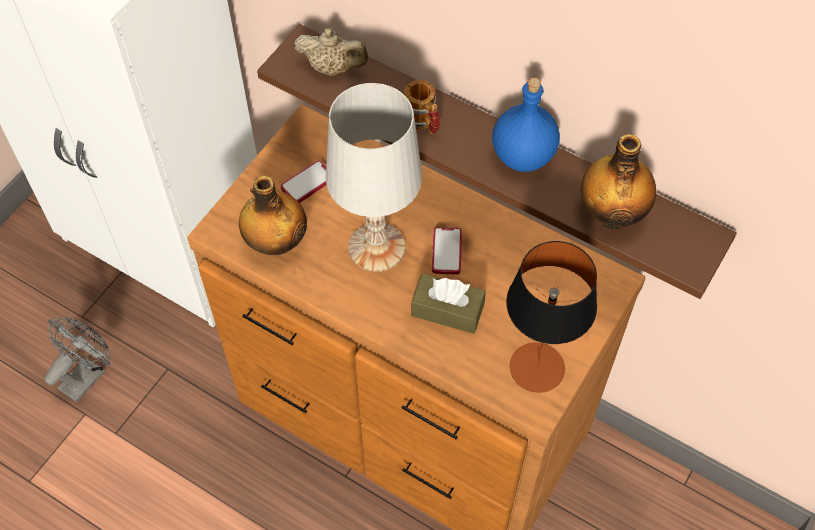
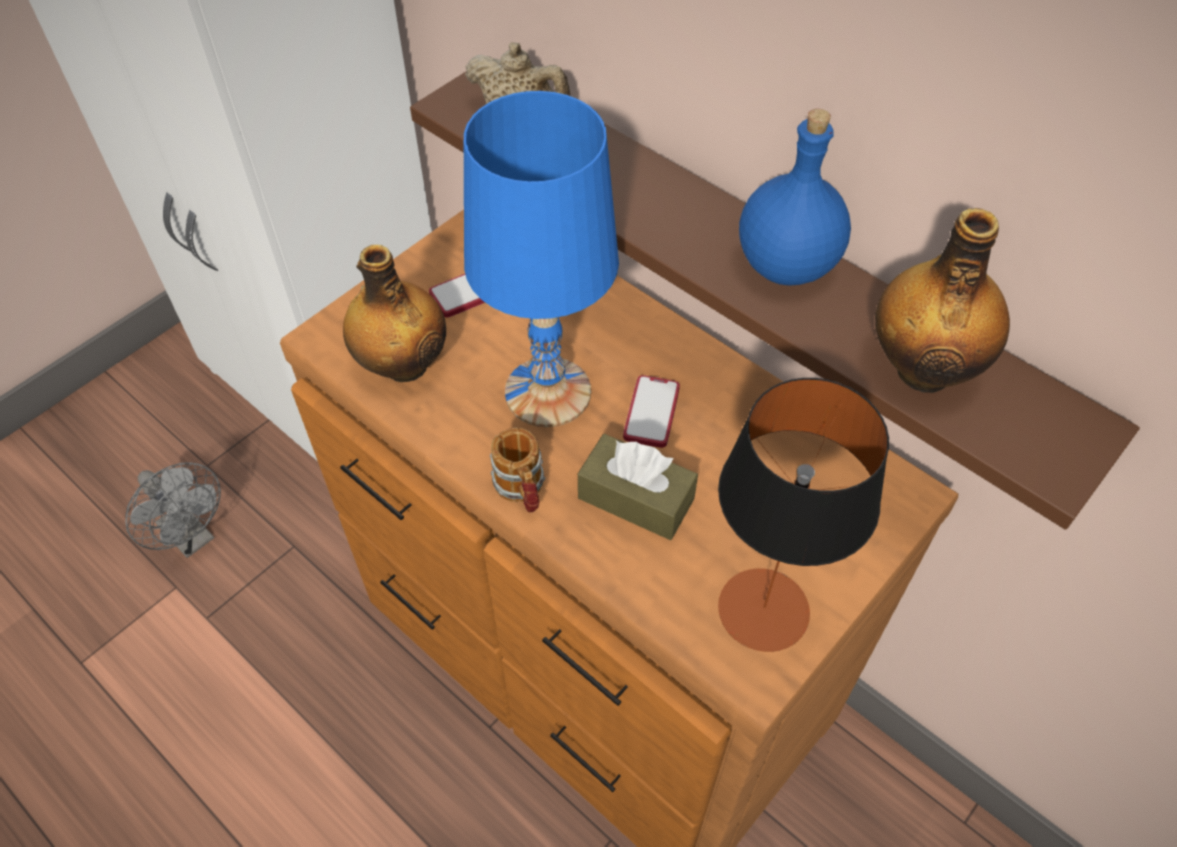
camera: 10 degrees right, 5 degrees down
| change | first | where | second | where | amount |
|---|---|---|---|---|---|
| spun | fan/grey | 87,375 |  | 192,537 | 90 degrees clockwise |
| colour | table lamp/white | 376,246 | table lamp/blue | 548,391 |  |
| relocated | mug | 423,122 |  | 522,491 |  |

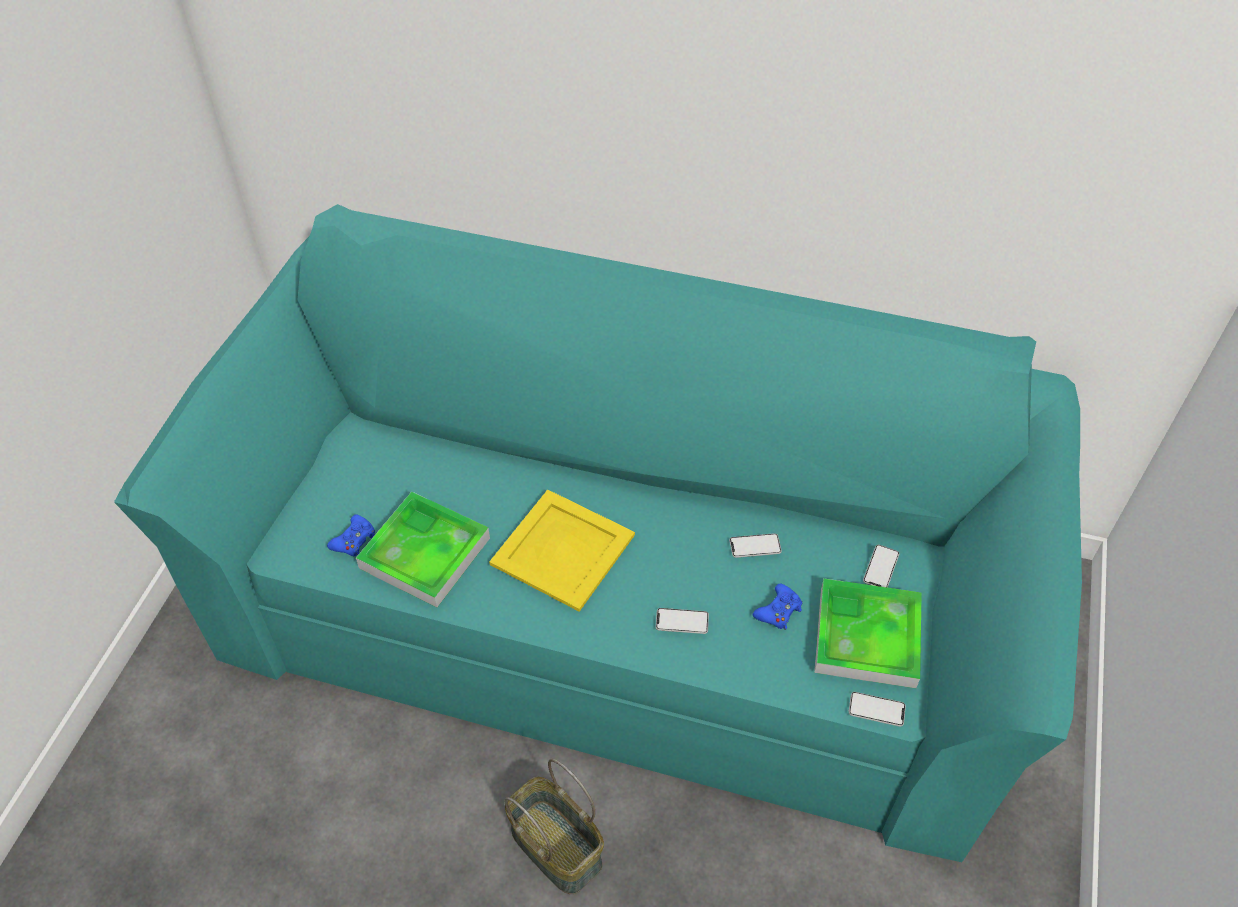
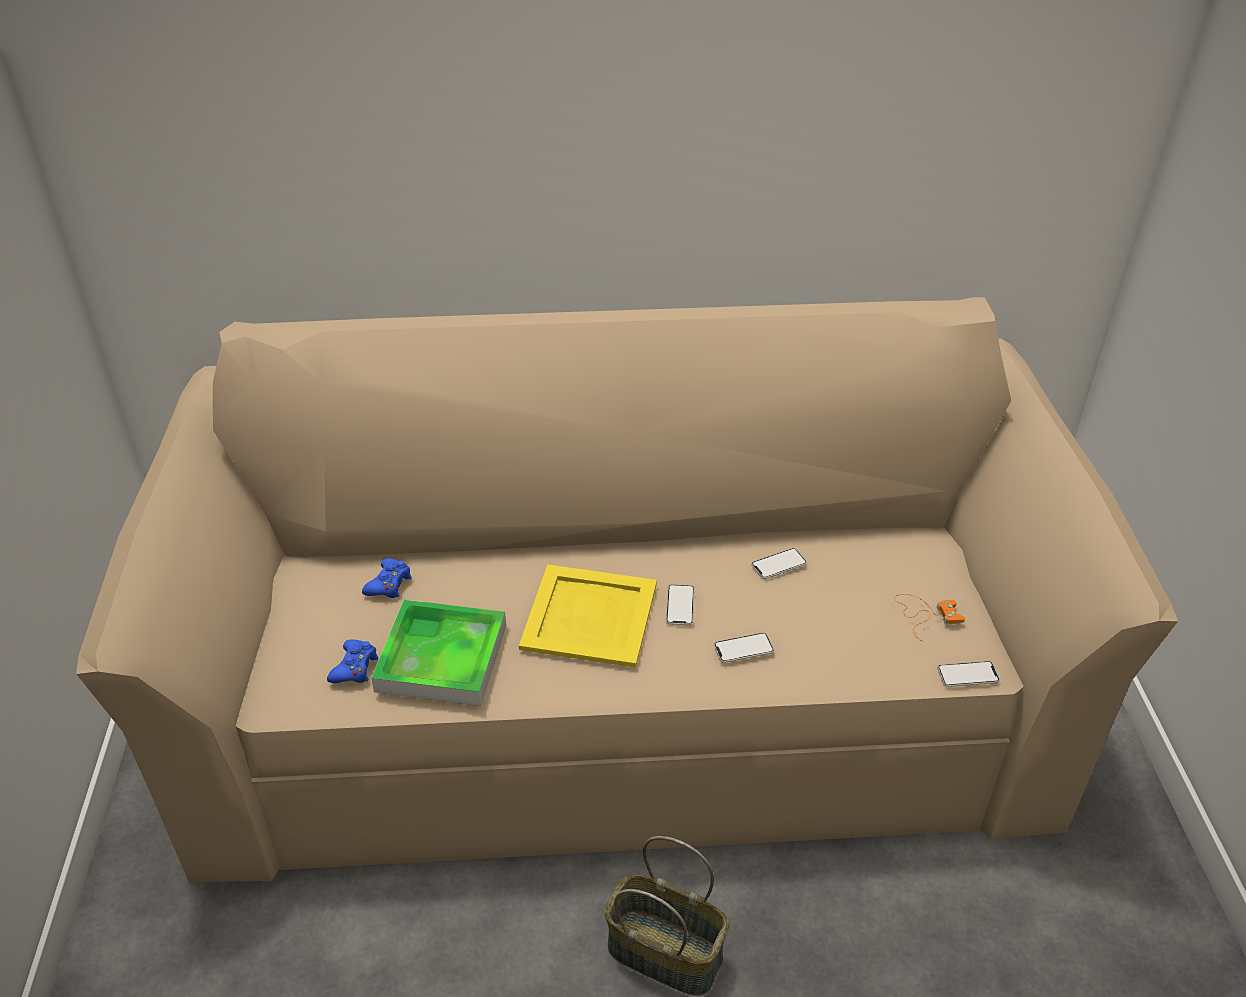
camera: 20 degrees left, 10 degrees down
| change | first | where | second | where | amount |
|---|---|---|---|---|---|
| colour | sofa/turquoise | 620,600 | sofa/beige | 621,692 |  |
| relocated | game controller/blue | 778,611 |  | 389,584 |  |
| exchanged | tray | 867,637 | game controller/orange | 925,614 |  |
| relocated | phone | 881,567 |  | 680,605 |  |

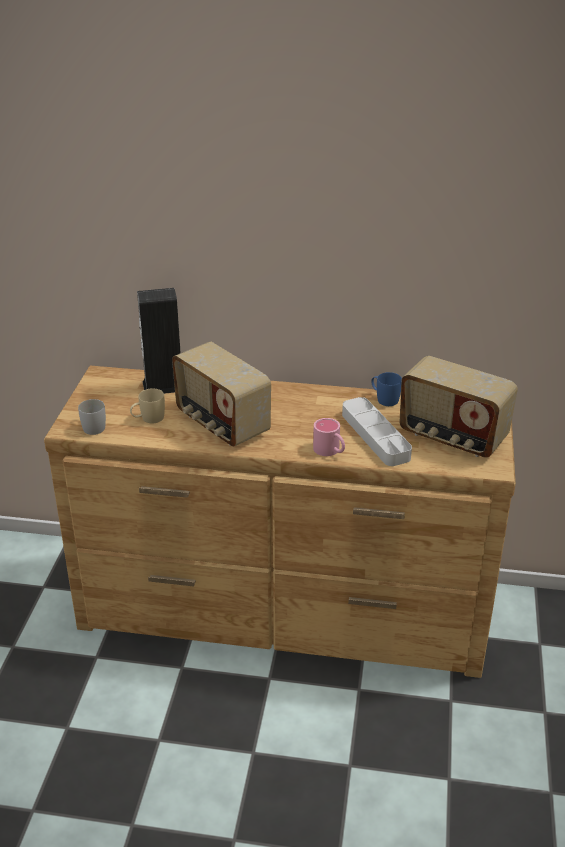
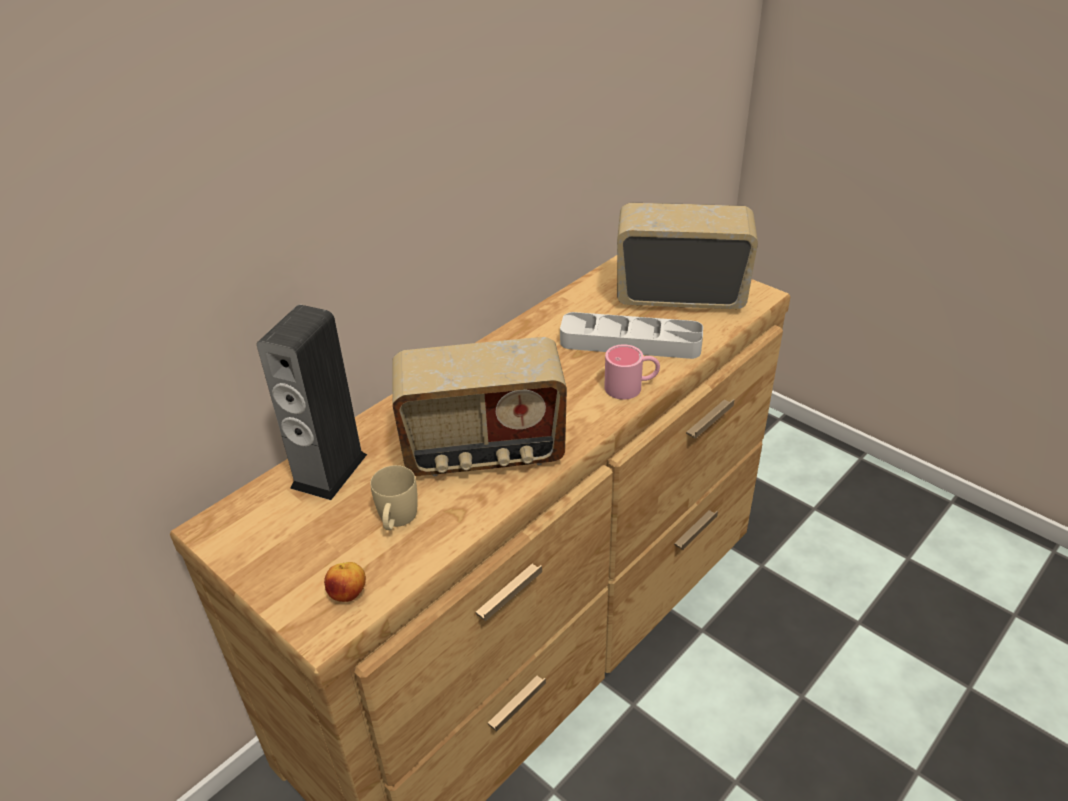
camera: 55 degrees left, 5 degrees up
| change | first | where | second | where | amount |
|---|---|---|---|---|---|
| exchanged | mug/white | 91,426 | apple | 348,594 |  |
| missing | mug/blue | 384,399 |  |  |  |
| spun | radio | 452,437 |  | 680,295 | 150 degrees counterclockwise |

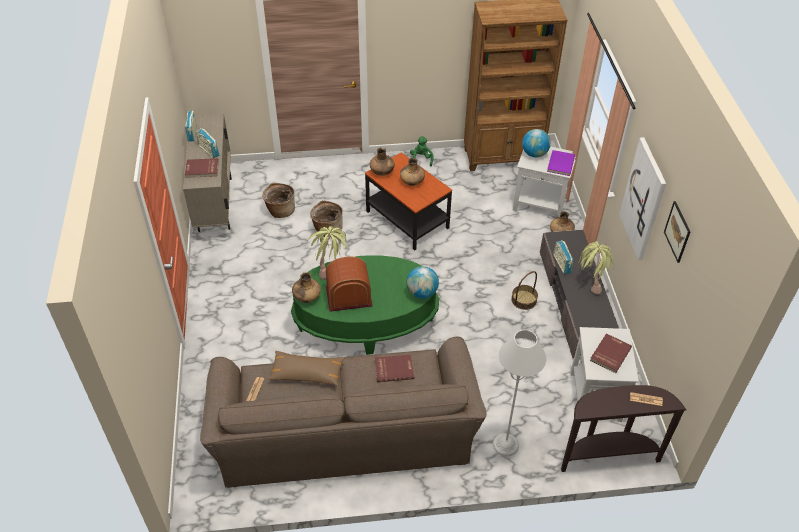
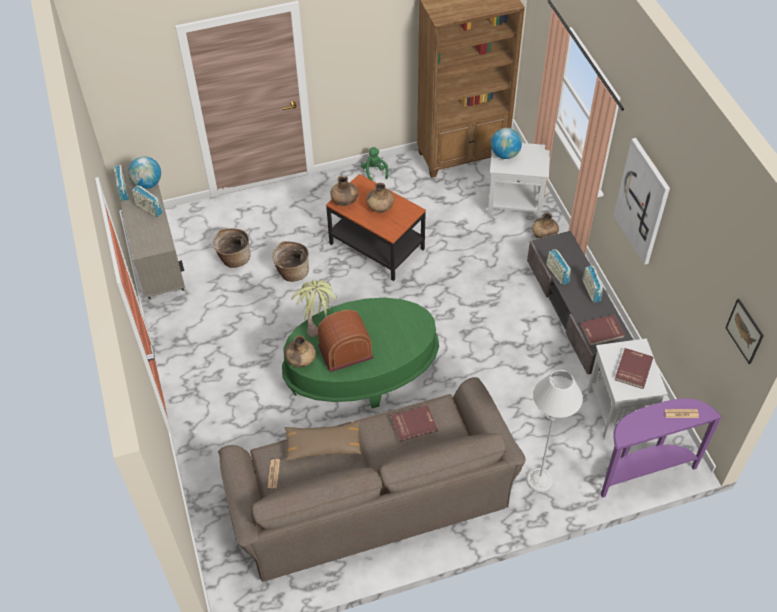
camera: 10 degrees left, 5 degrees up
| change | first | where | second | where | amount |
|---|---|---|---|---|---|
| relocated | book/red | 202,169 |  | 602,331 |  |
| relocated | globe | 422,293 |  | 147,184 |  |
| missing | basket | 524,300 |  |  |  |
| missing | book/purple | 560,164 |  |  |  |
| colour | console table/brown | 607,455 | console table/purple | 643,471 |  |
| exchanged | potted plant | 590,283 | radio | 591,290 |  |
| relocated | picture | 677,231 |  | 745,331 |  |

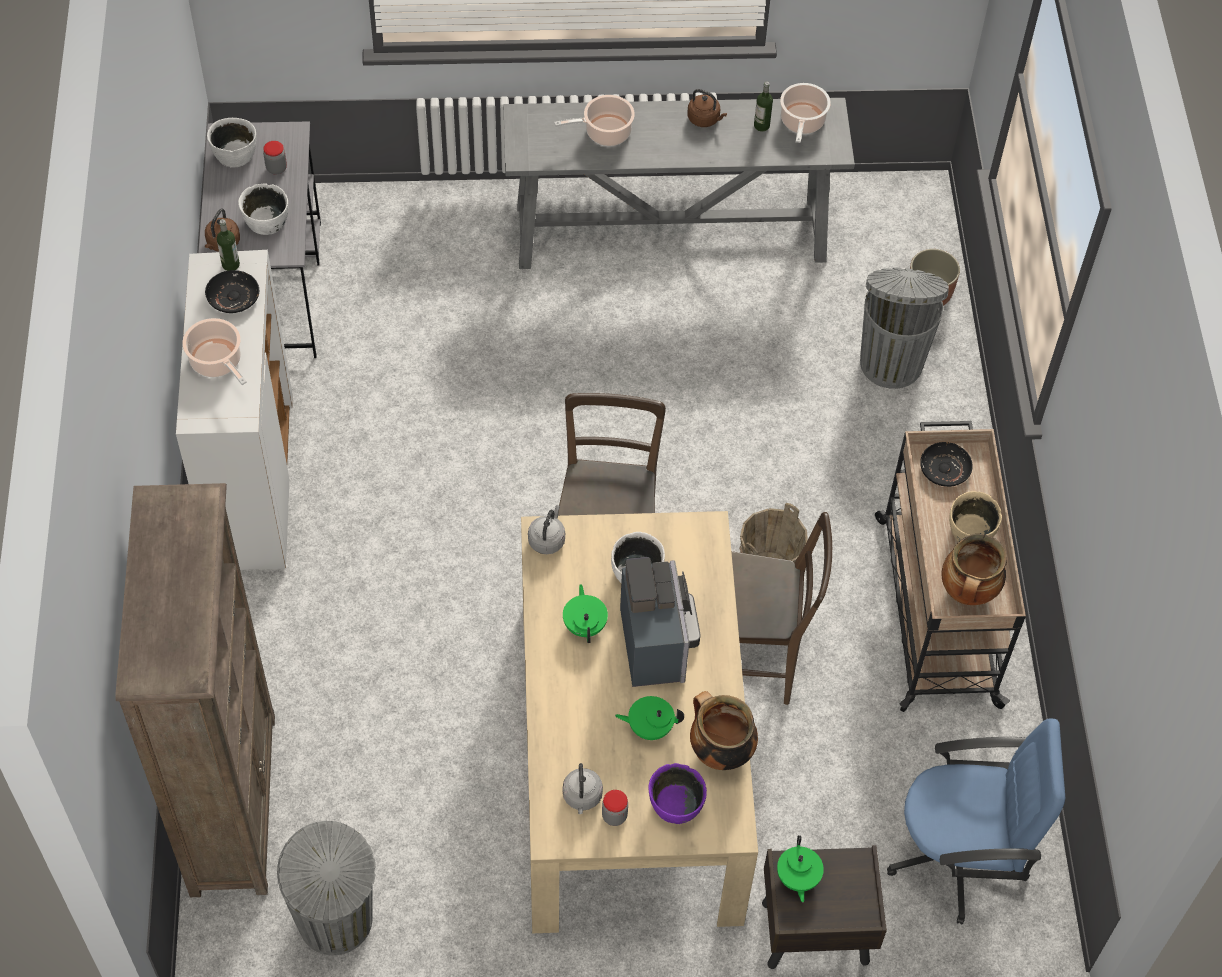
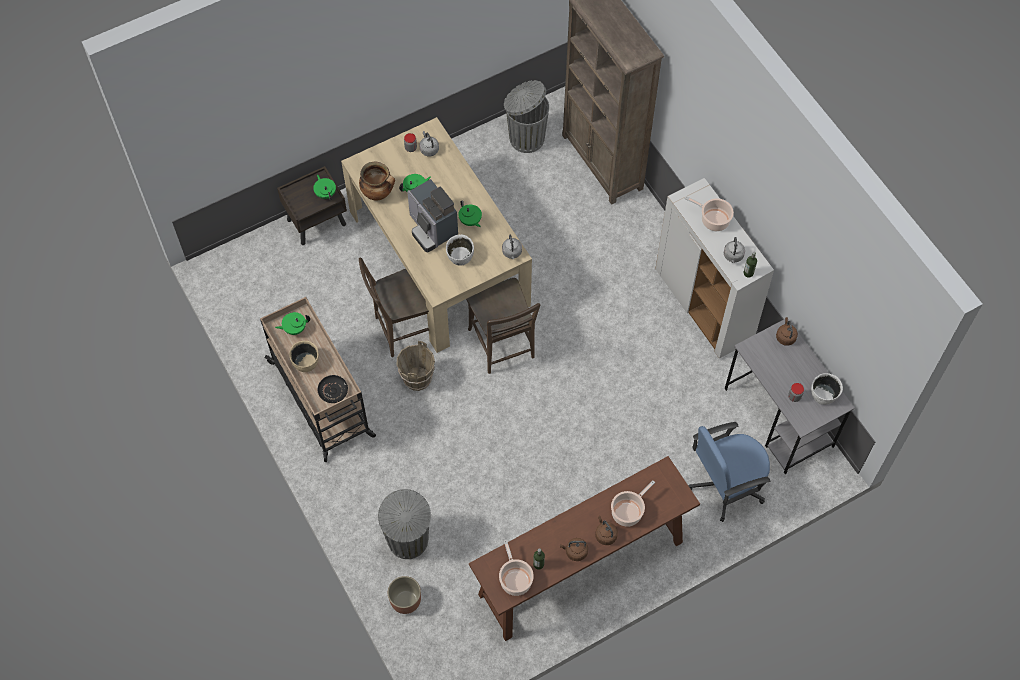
camera: 155 degrees right, 5 degrees up
| change | first | where | second | where | amount |
|---|---|---|---|---|---|
| exchanged | plate/black | 233,297 | kettle/grey | 733,256 |  |
| missing | bowl/white | 266,222 |  |  |  |
| colour | console table/grey | 672,233 | console table/brown | 580,569 |  |
| missing | bowl/purple | 676,805 |  |  |  |
| relocated | office chair/blue | 959,856 |  | 725,485 |  |
| exchanged | cooking pot | 968,593 | teapot/green | 294,328 |  |
| appeared |  |  | kettle/brown | 605,535 |  |

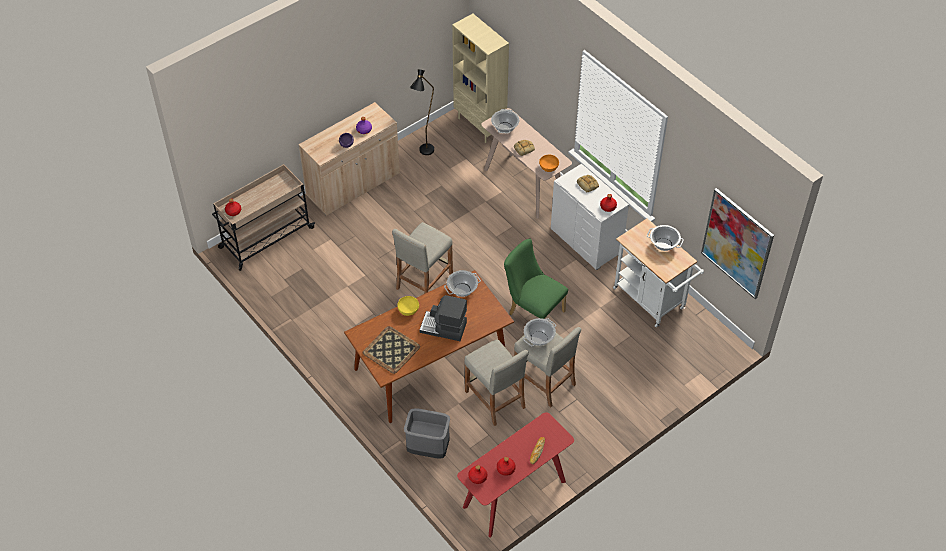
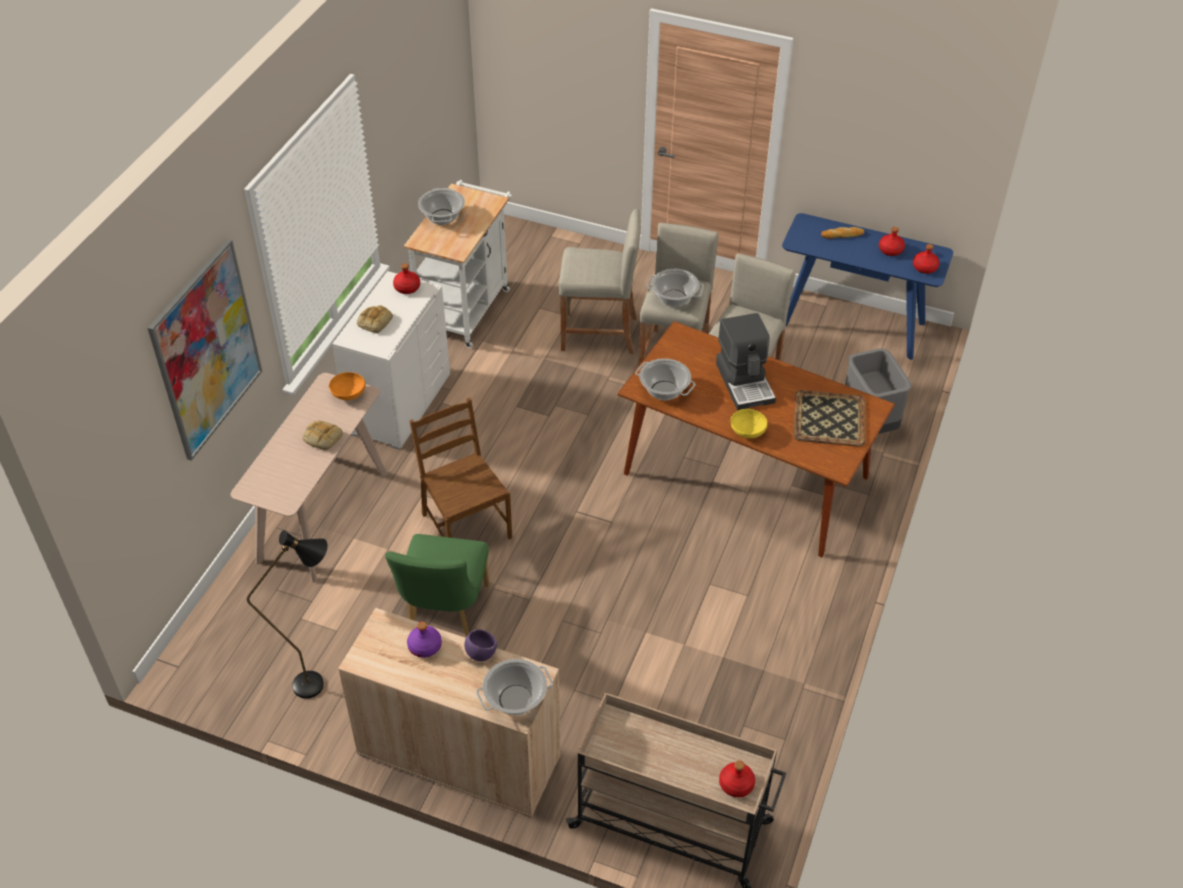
camera: 120 degrees left, 5 degrees down
| change | first | where | second | where | amount |
|---|---|---|---|---|---|
| relocated | stool/beige | 424,281 |  | 599,334 |  |
| missing | bookcase/beige | 480,126 |  |  |  |
| colour | console table/red | 514,494 | console table/blue | 853,324 |  |
| relocated | cooking pot | 504,127 |  | 515,700 |  |
| relocated | chair/green | 533,311 |  | 445,616 |  |
| relocated | picture | 737,243 |  | 207,350 |  |
| appeared |  |  | chair/brown | 465,526 |  |

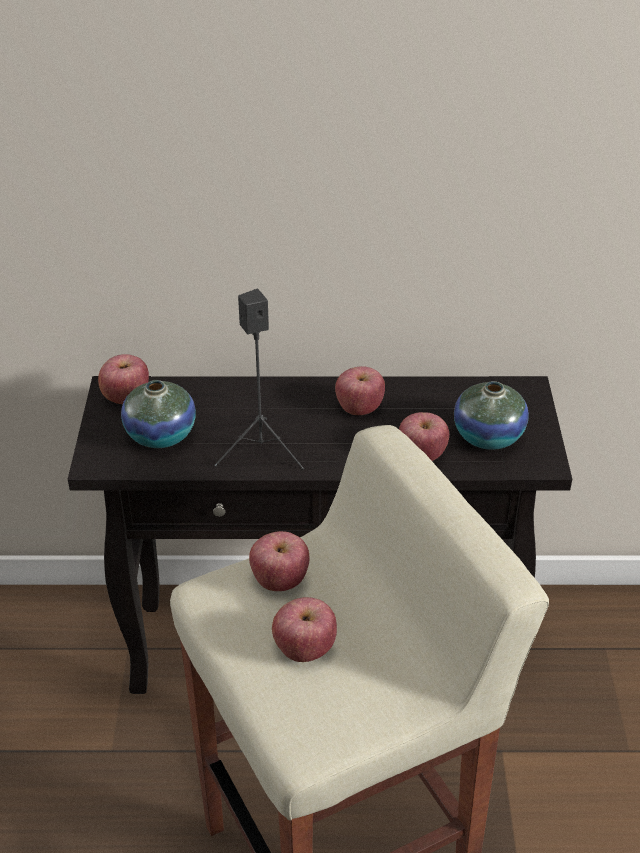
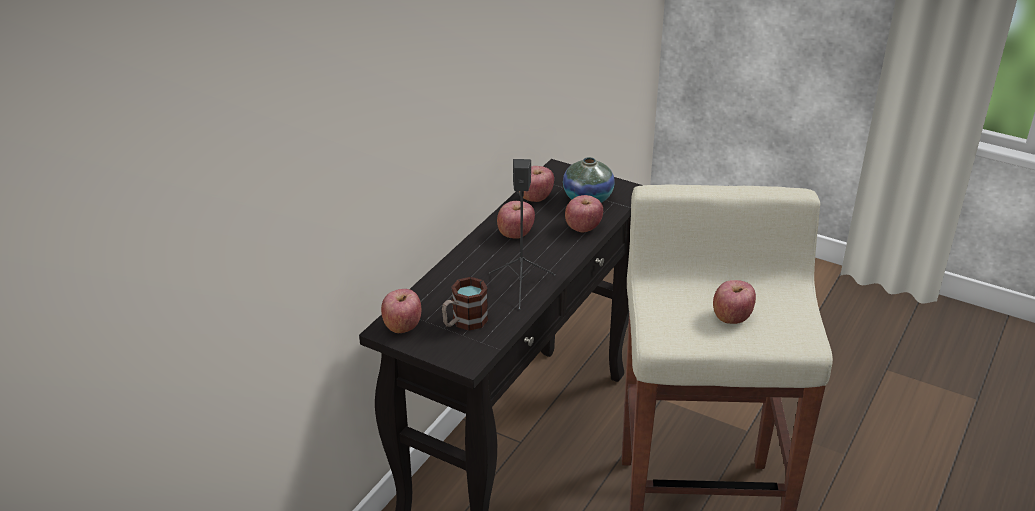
camera: 60 degrees left, 5 degrees down
| change | first | where | second | where | amount |
|---|---|---|---|---|---|
| exchanged | vase | 161,435 | mug | 464,322 |  |
| relocated | apple | 280,580 |  | 535,197 |  |

